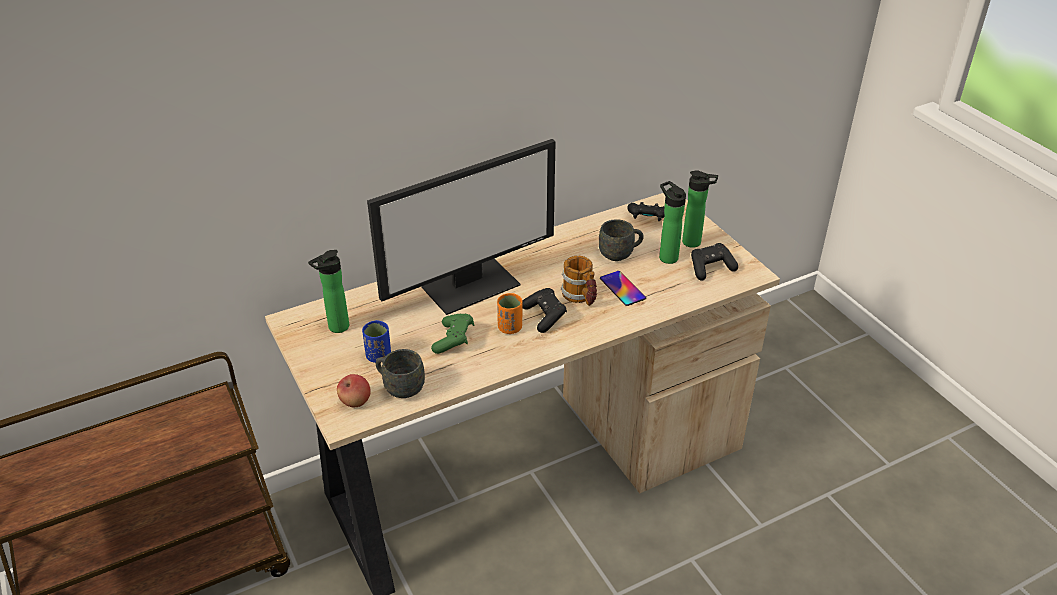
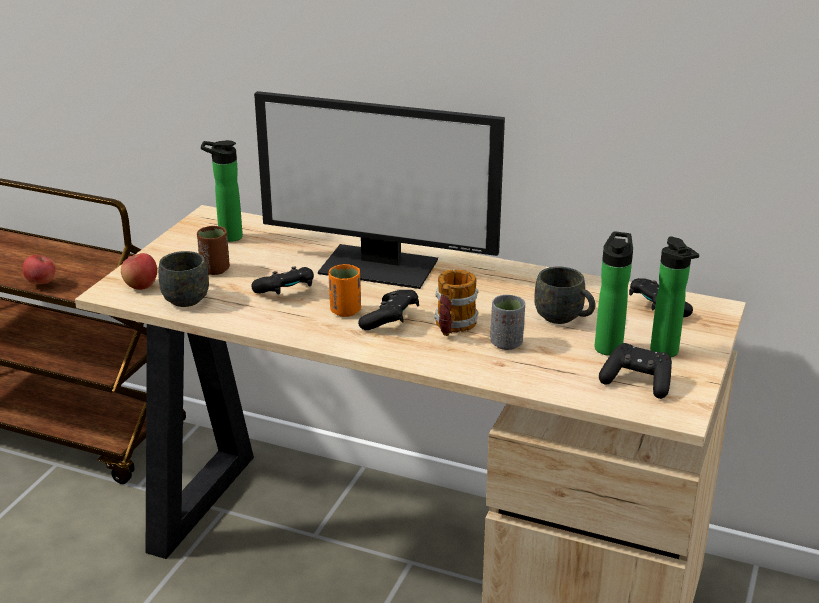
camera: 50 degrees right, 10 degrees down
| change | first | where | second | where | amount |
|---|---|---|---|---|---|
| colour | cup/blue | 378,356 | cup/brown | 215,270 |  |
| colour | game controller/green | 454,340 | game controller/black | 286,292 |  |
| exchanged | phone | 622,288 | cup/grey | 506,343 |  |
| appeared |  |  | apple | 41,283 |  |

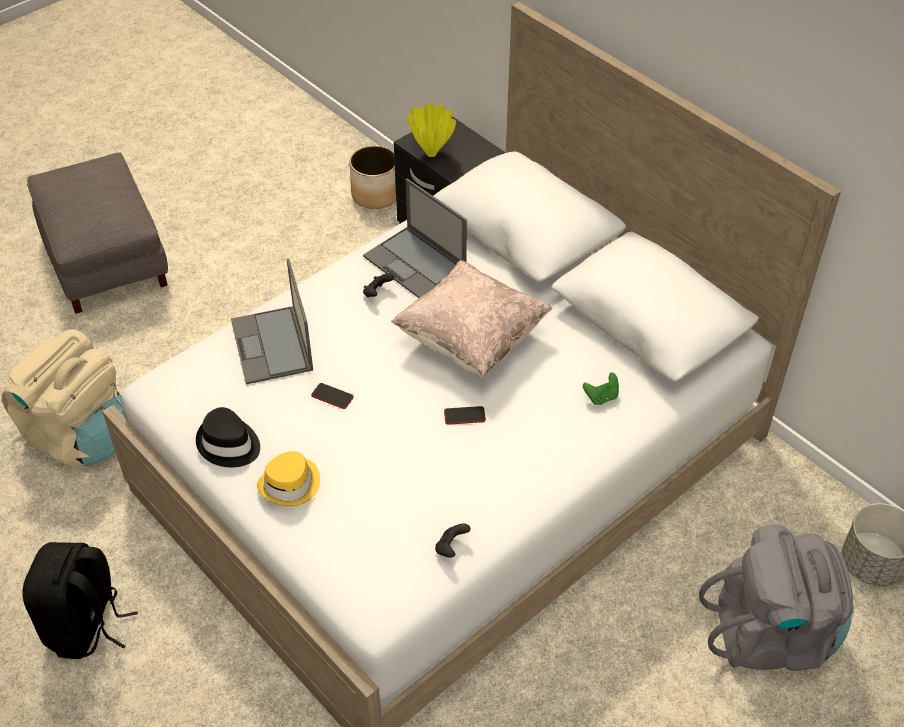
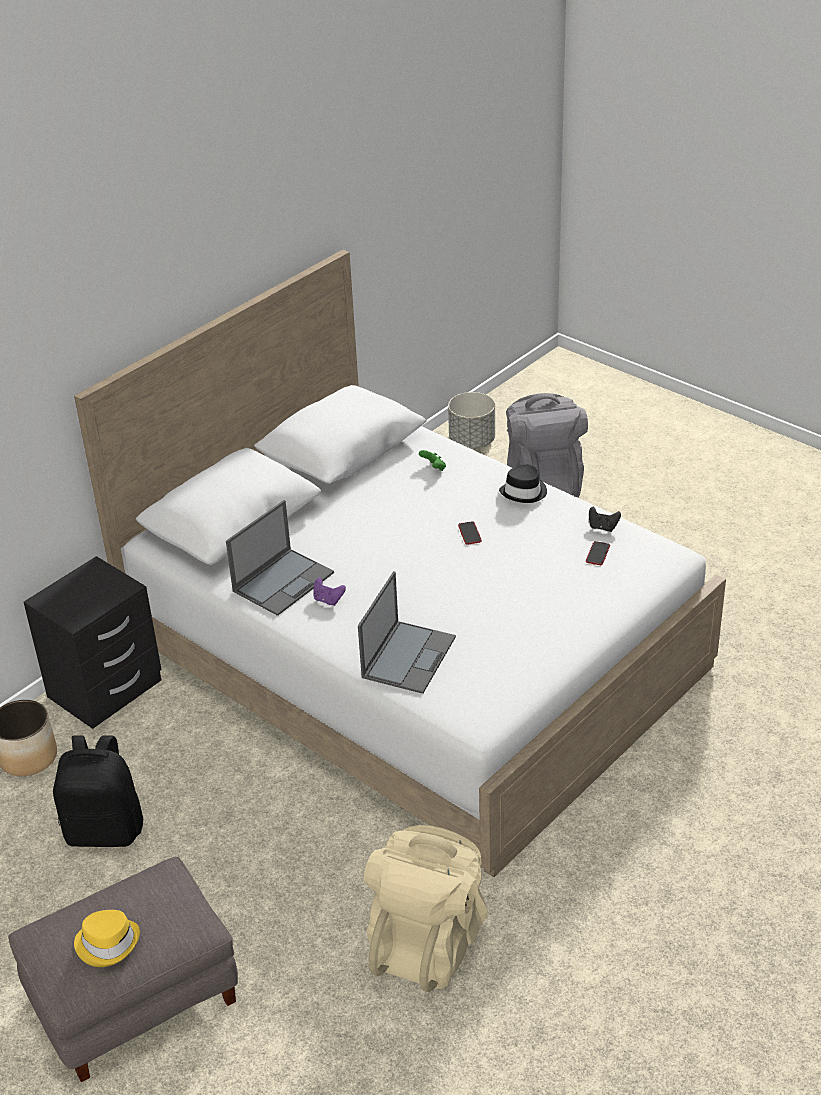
camera: 95 degrees left, 10 degrees down
| change | first | where | second | where | amount |
|---|---|---|---|---|---|
| relocated | backpack/black | 86,626 |  | 105,830 |  |
| relocated | hat/black | 228,444 |  | 524,492 |  |
| spun | laptop | 272,346 |  | 409,656 | 45 degrees counterclockwise |
| relocated | hat/yellow | 291,484 |  | 108,943 |  |
| relocated | phone | 332,396 |  | 597,554 |  |
| colour | game controller/black | 377,293 | game controller/purple | 328,600 |  |
| missing | pillow/beige | 471,339 |  |  |  |
| missing | vase/yellow | 432,153 |  |  |  |

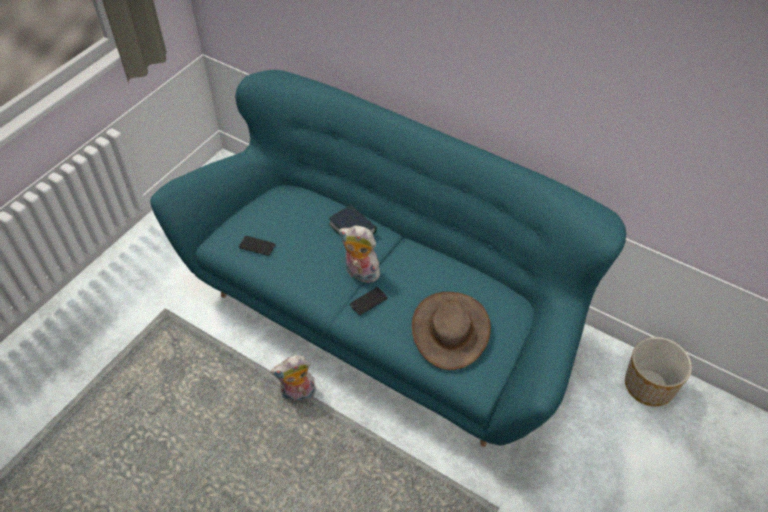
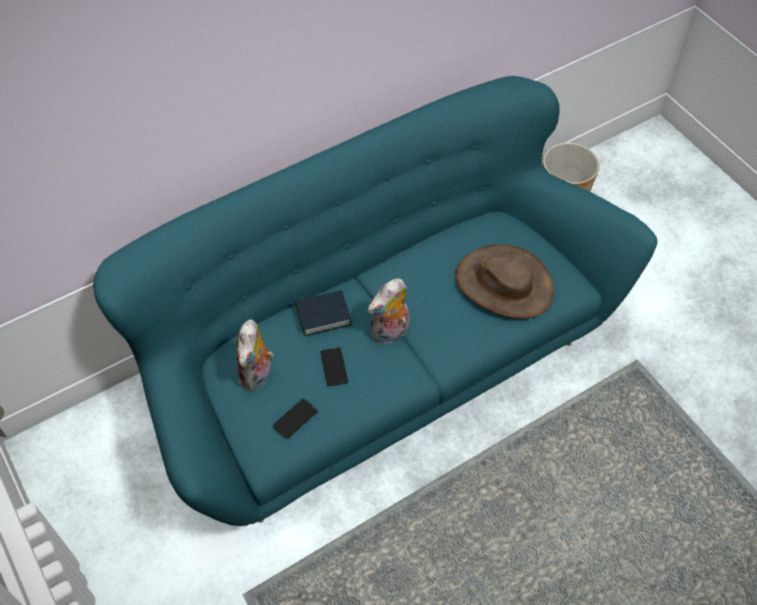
camera: 65 degrees left, 5 degrees up
| change | first | where | second | where | amount |
|---|---|---|---|---|---|
| relocated | plush toy | 298,395 |  | 258,375 |  |
| relocated | phone | 368,301 |  | 334,367 |  |

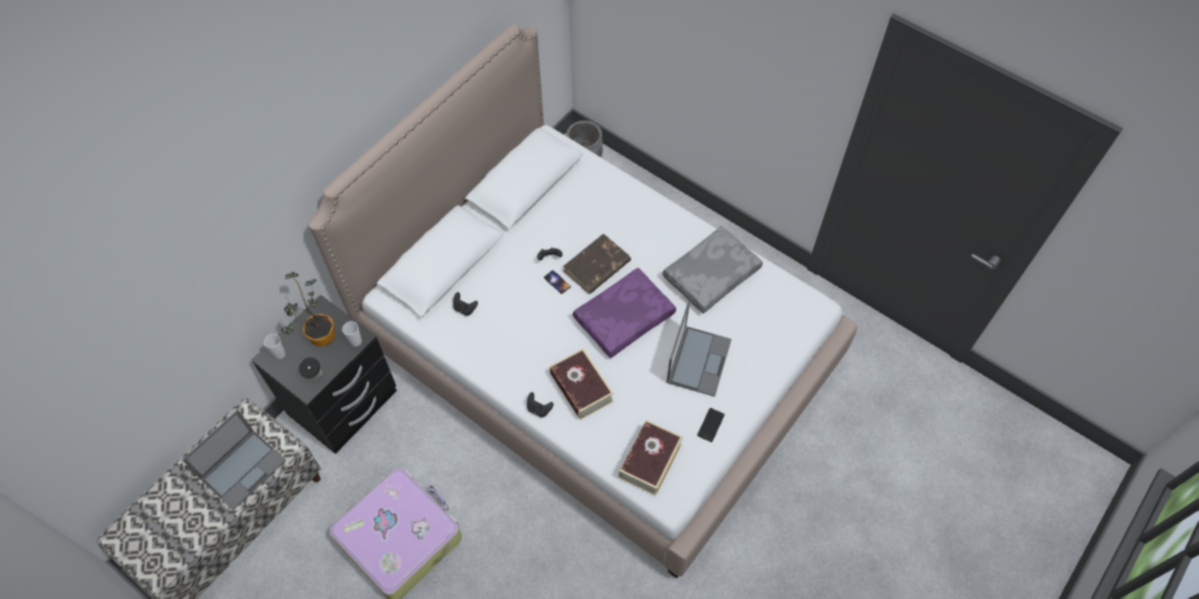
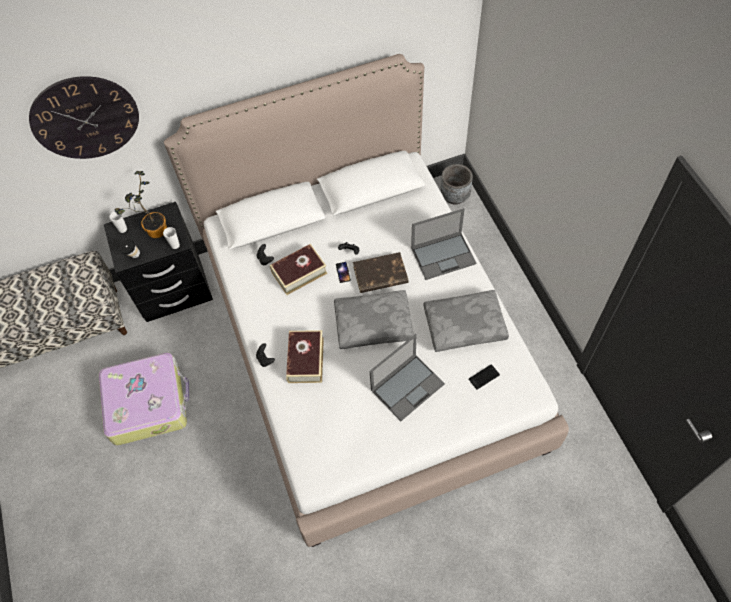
camera: 35 degrees right, 0 degrees up
| change | first | where | second | where | amount |
|---|---|---|---|---|---|
| relocated | laptop | 244,468 |  | 444,255 |  |
| colour | pillow/purple | 623,316 | pillow/grey | 374,323 |  |
| relocated | book | 650,460 |  | 299,273 |  |
| relocated | phone | 710,425 |  | 484,377 |  |
| appeared |  |  | wall clock | 85,118 |  |

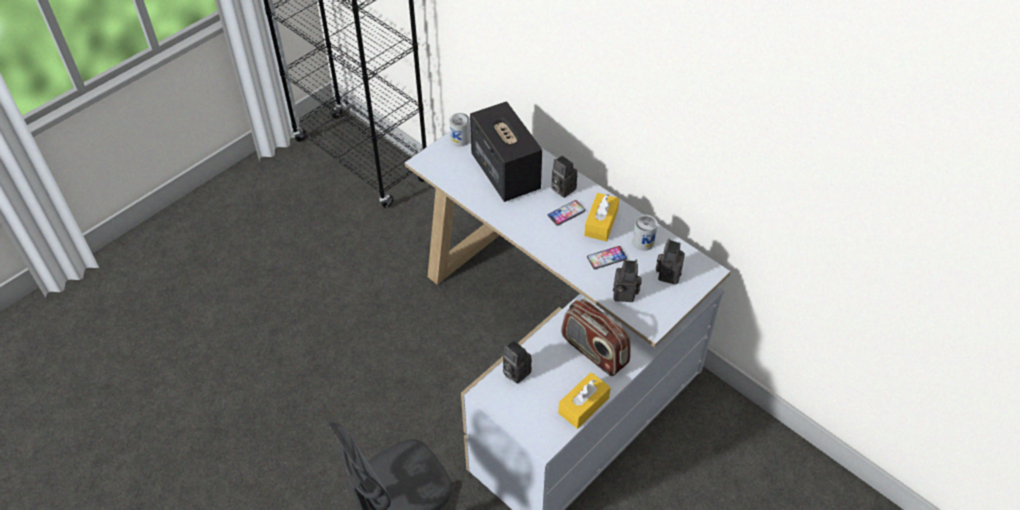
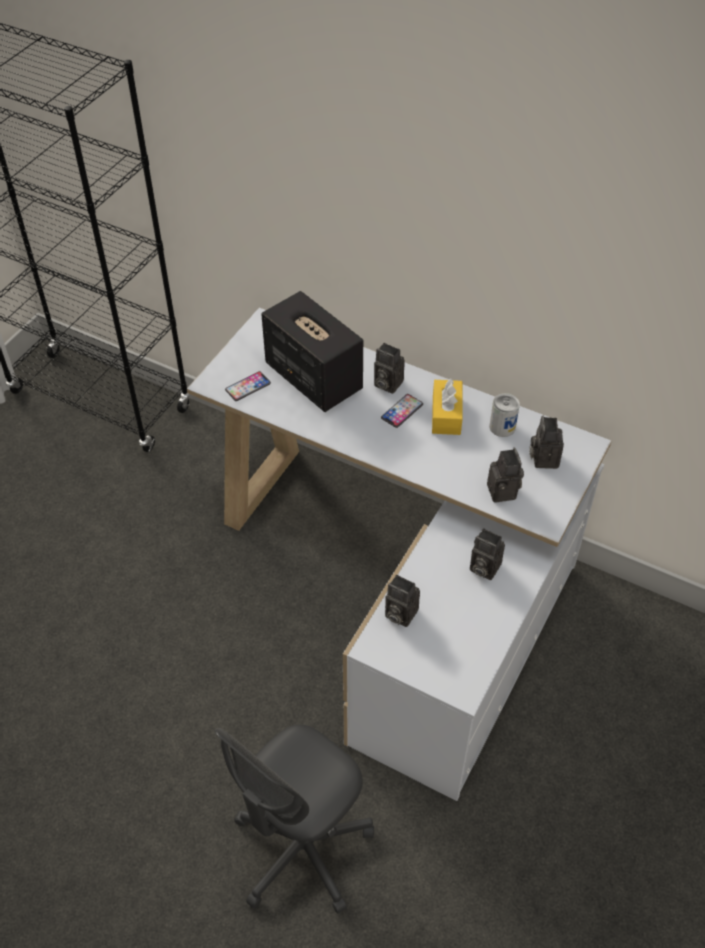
camera: 15 degrees left, 0 degrees up
| change | first | where | second | where | amount |
|---|---|---|---|---|---|
| missing | can | 460,139 |  |  |  |
| missing | tissue box/yellow | 583,405 |  |  |  |
| exchanged | radio | 594,351 | photo camera | 482,567 |  |
| relocated | phone | 606,258 |  | 248,387 |  |

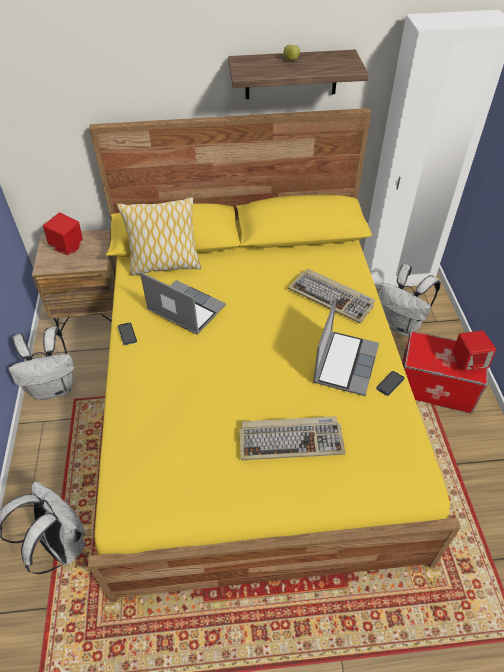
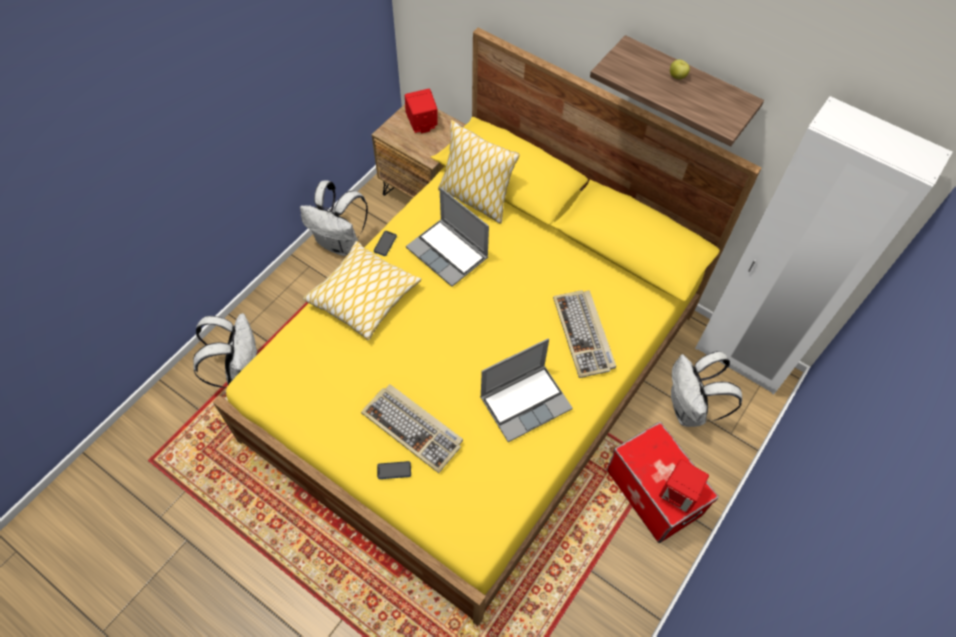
camera: 40 degrees right, 10 degrees up
| change | first | where | second | where | amount |
|---|---|---|---|---|---|
| spun | laptop | 185,309 |  | 448,253 | 150 degrees clockwise |
| relocated | phone | 390,384 |  | 394,470 |  |
| appeared |  |  | pillow | 363,296 |  |

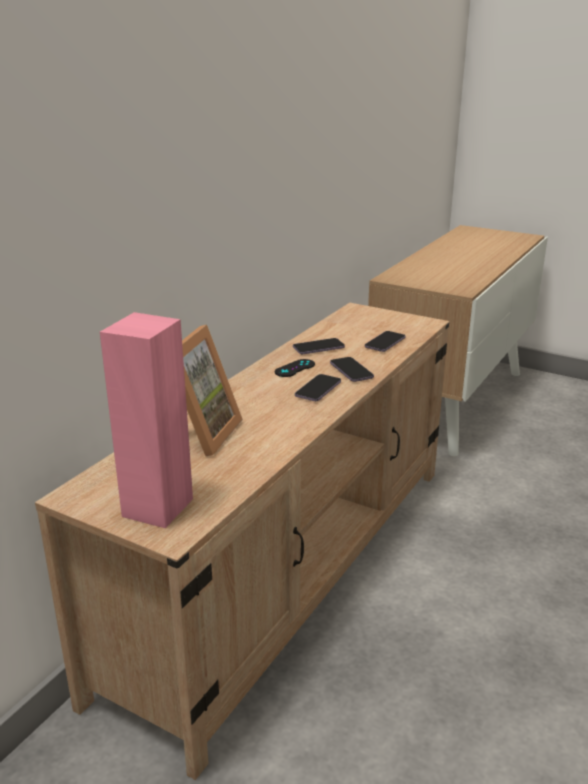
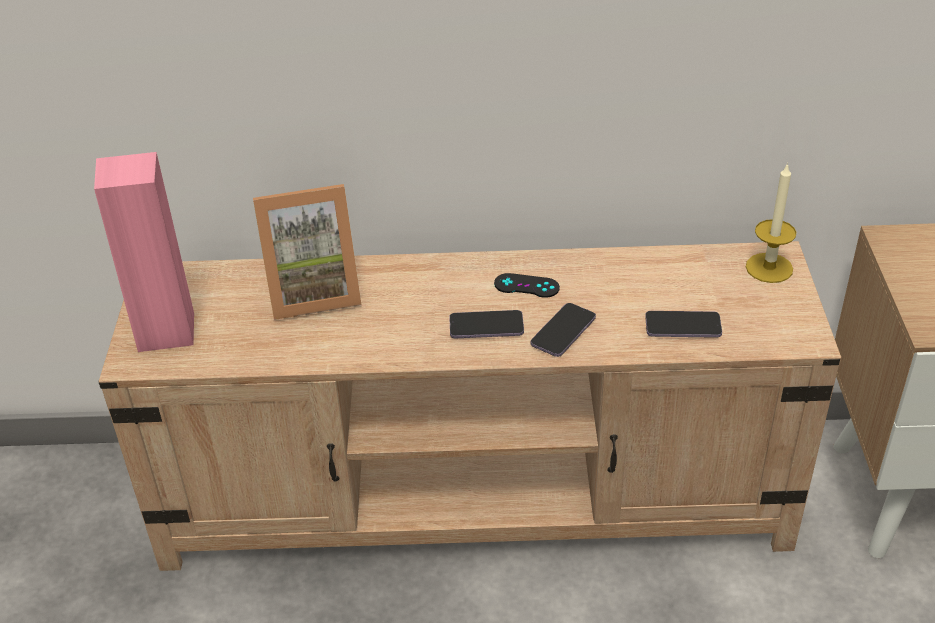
camera: 60 degrees right, 15 degrees up
| change | first | where | second | where | amount |
|---|---|---|---|---|---|
| missing | phone | 318,348 |  |  |  |
| appeared |  |  | candle | 769,268 |  |

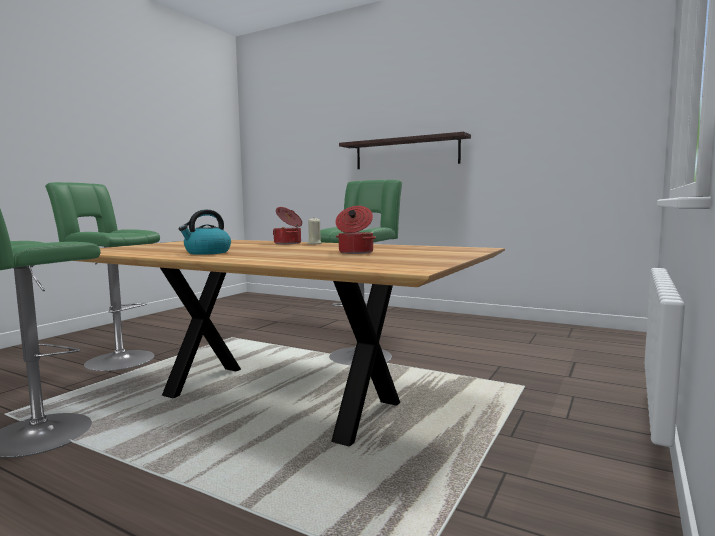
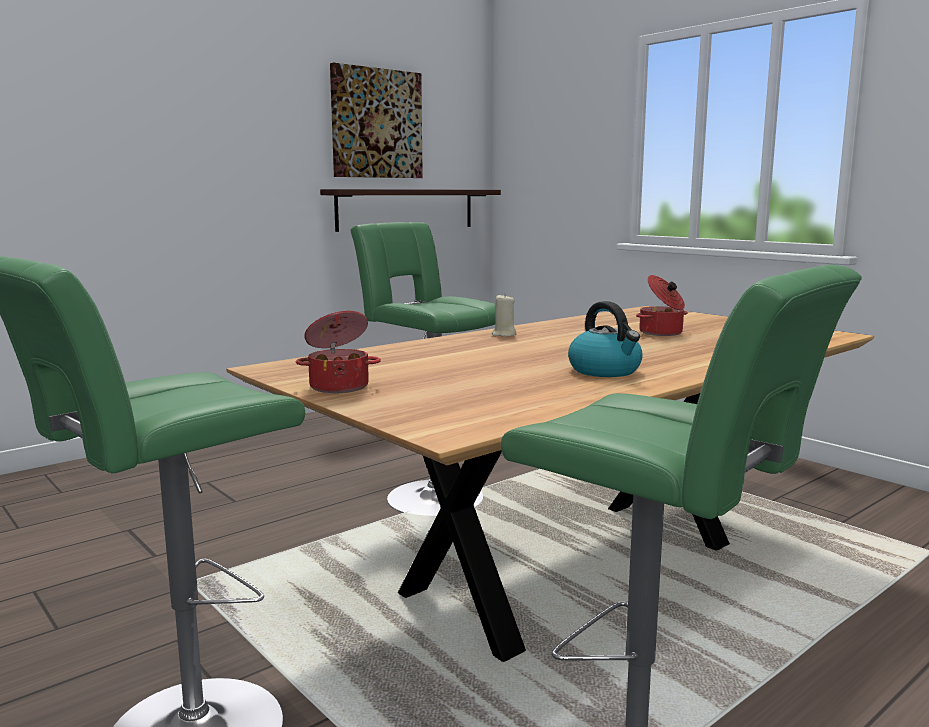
camera: 70 degrees left, 5 degrees up
| change | first | where | second | where | amount |
|---|---|---|---|---|---|
| relocated | cooking pot | 288,243 |  | 339,386 |  |
| relocated | shelf | 406,153 |  | 406,209 |  |
| appeared |  |  | picture | 376,124 |  |

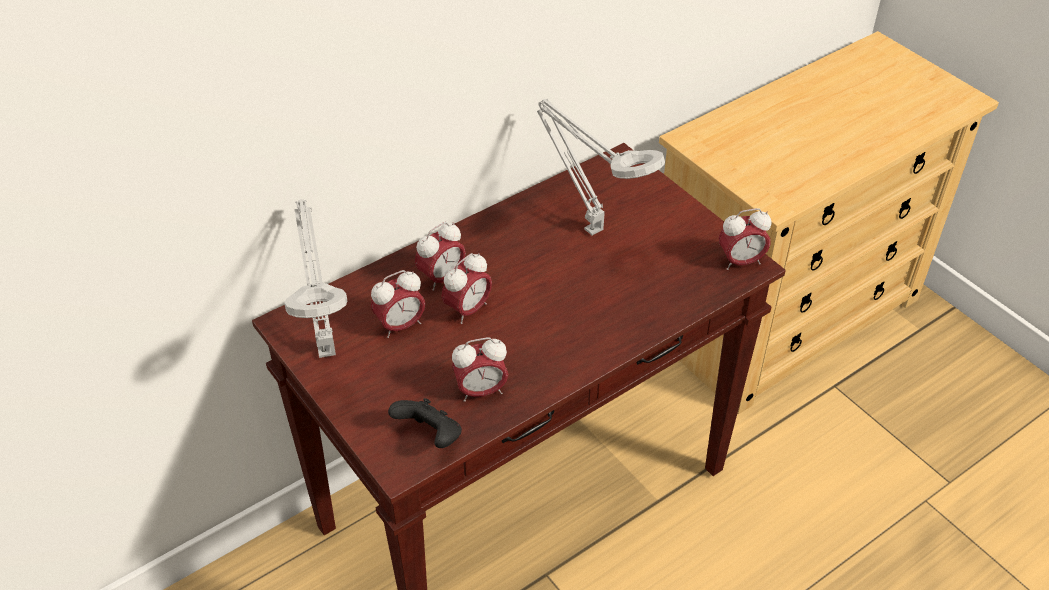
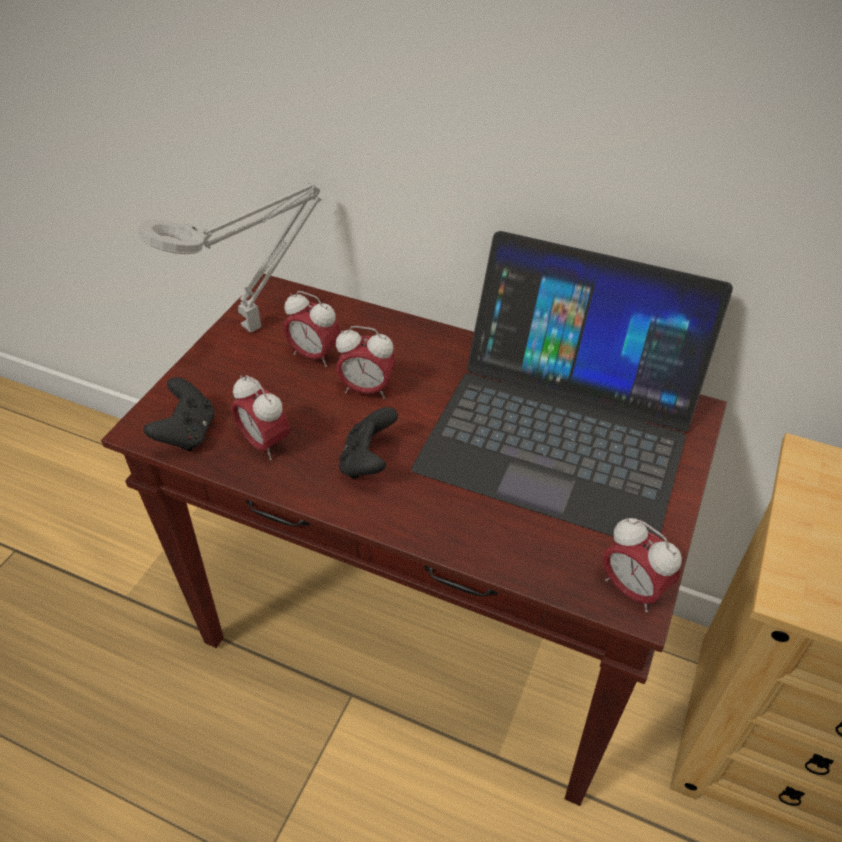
camera: 60 degrees right, 0 degrees up
| change | first | where | second | where | amount |
|---|---|---|---|---|---|
| missing | alarm clock | 442,278 |  |  |  |
| exchanged | table lamp/grey | 590,228 | laptop | 561,429 |  |
| appeared |  |  | game controller/black | 368,462 |  |

